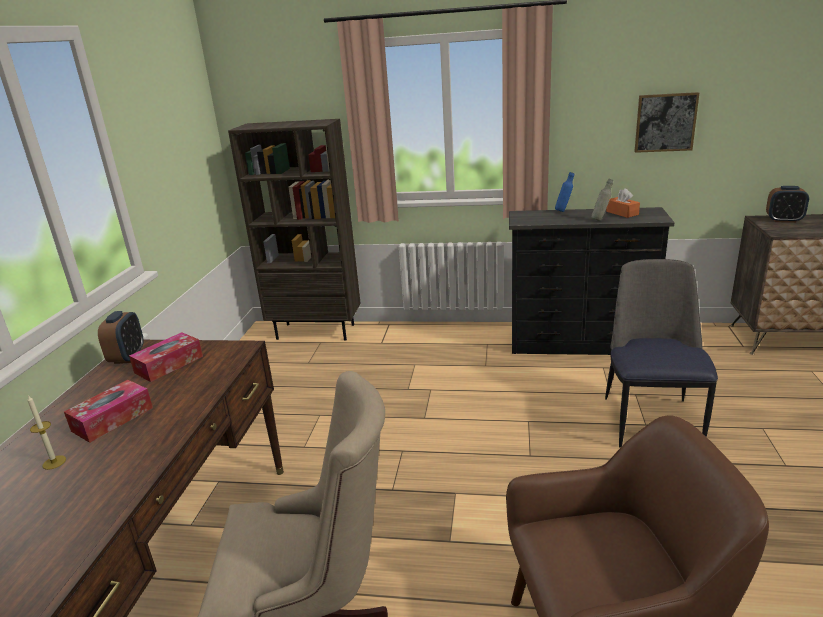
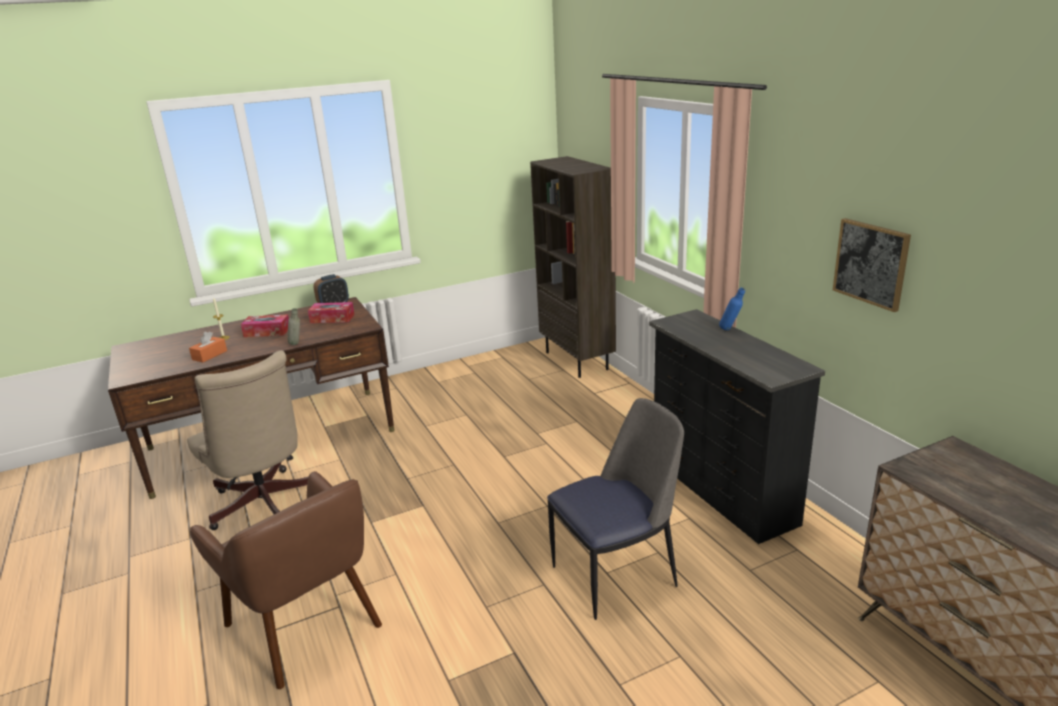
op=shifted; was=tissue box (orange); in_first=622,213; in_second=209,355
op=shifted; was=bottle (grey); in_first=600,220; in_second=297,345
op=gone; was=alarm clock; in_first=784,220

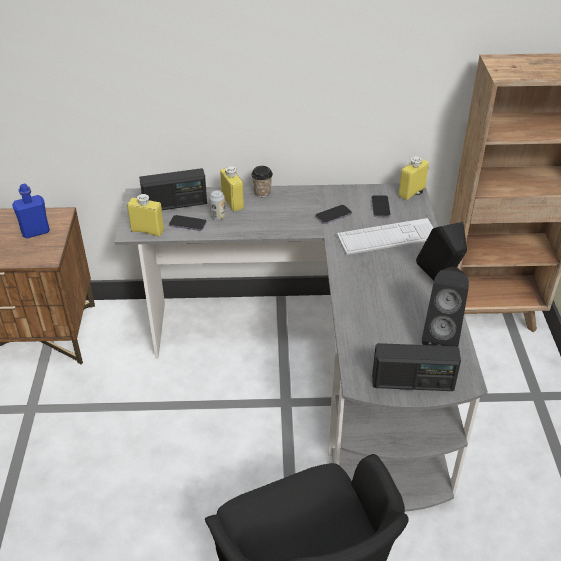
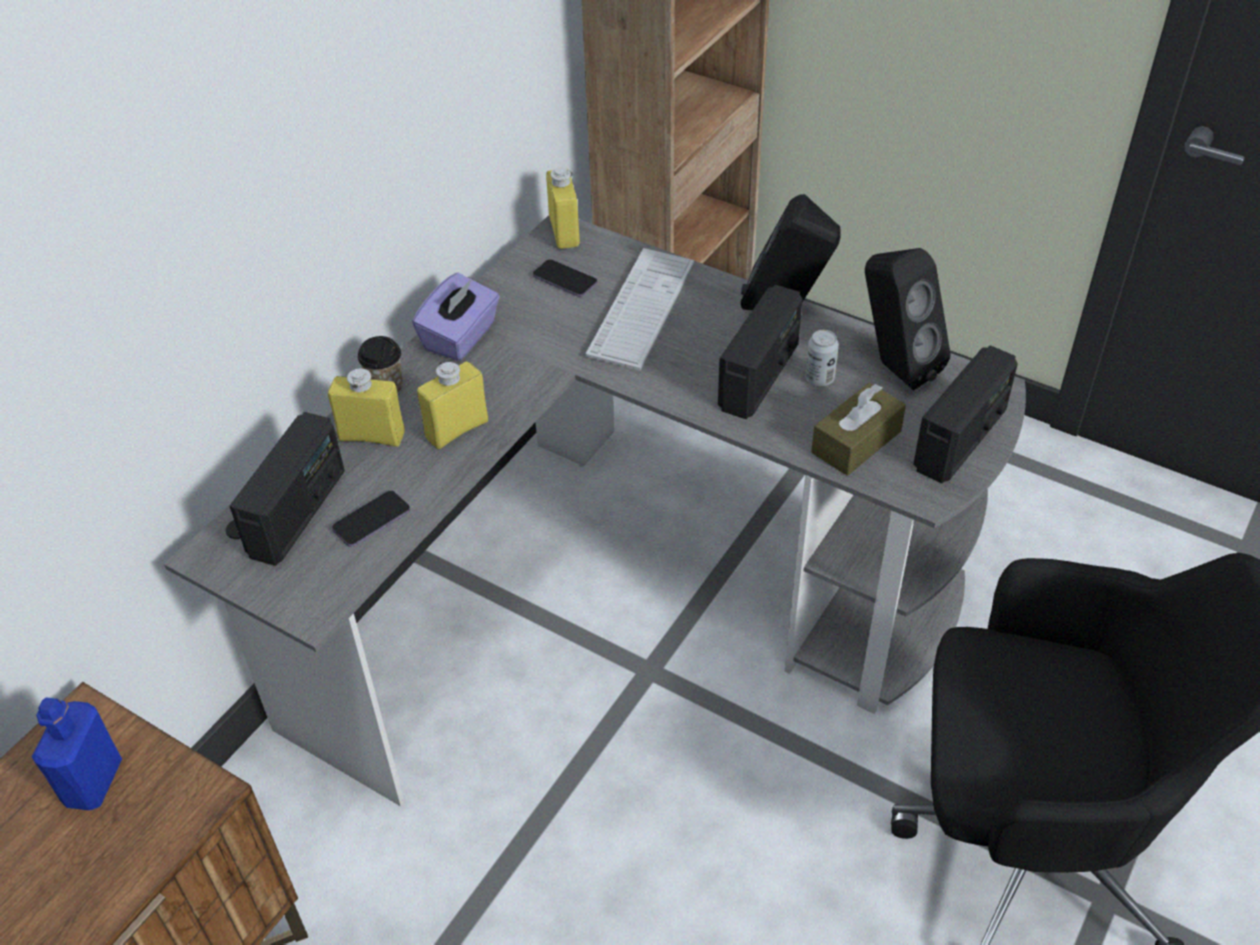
op=new; now=tissue box (purple); in_second=461,337
op=shifted; was=bottle (yellow); in_first=147,230; in_second=457,429
op=new; now=radio; in_second=759,377
op=shifted; was=can; in_first=218,216; in_second=819,379
op=new; now=tissue box (brown); in_second=856,442
op=gone; was=phone; in_first=333,215

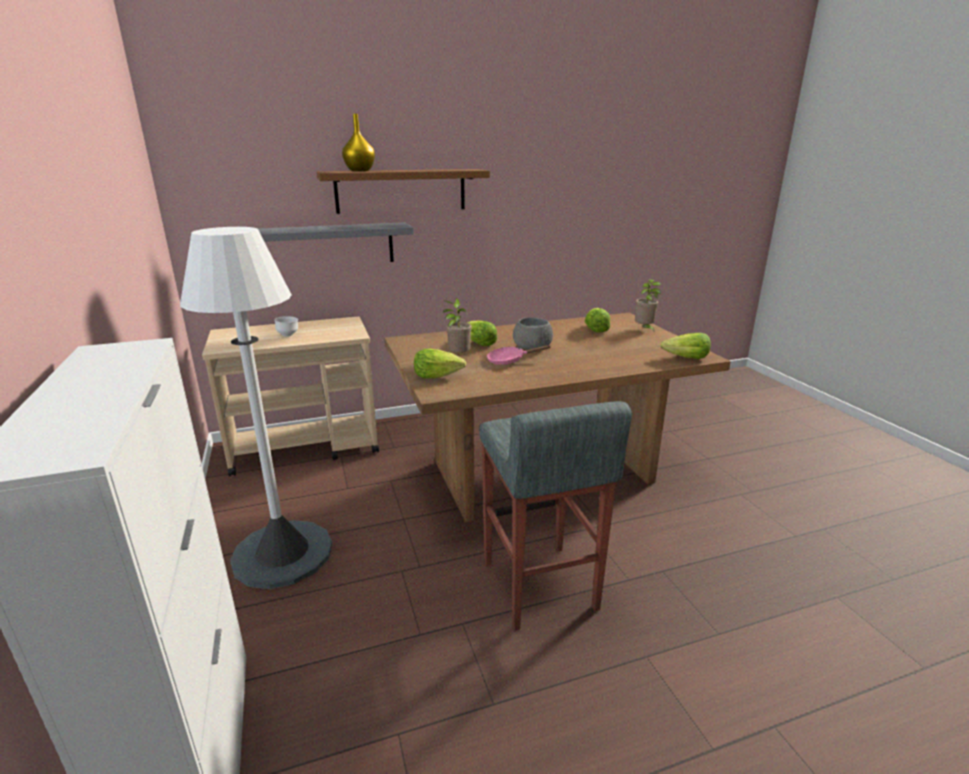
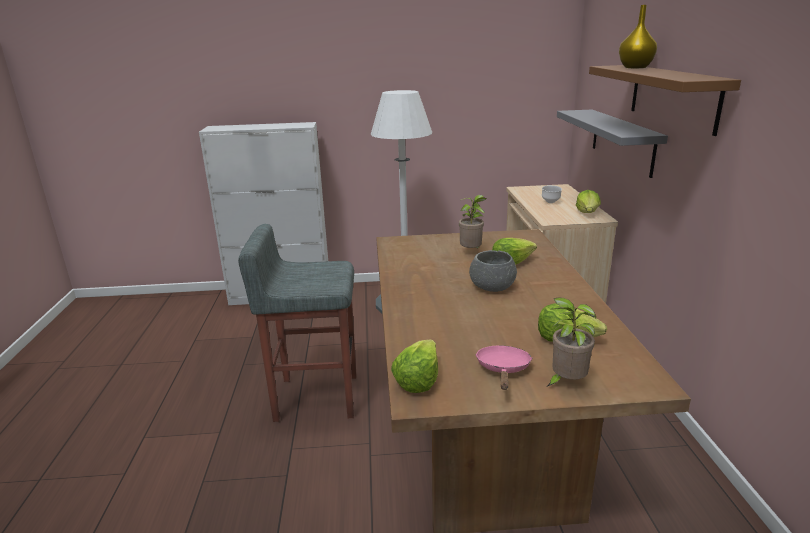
op=shifted; was=frying pan (pink); in_first=509,360; in_second=503,370
op=shifted; was=lettuce; in_first=437,376; in_second=587,213

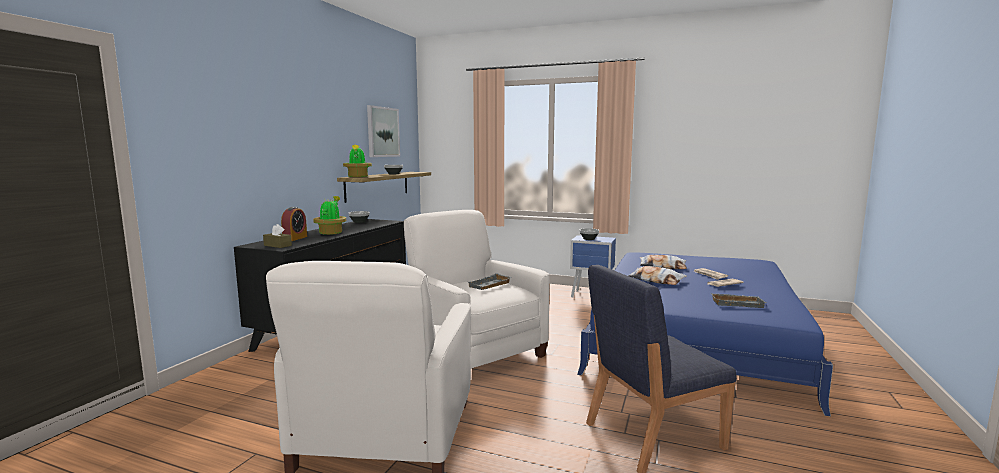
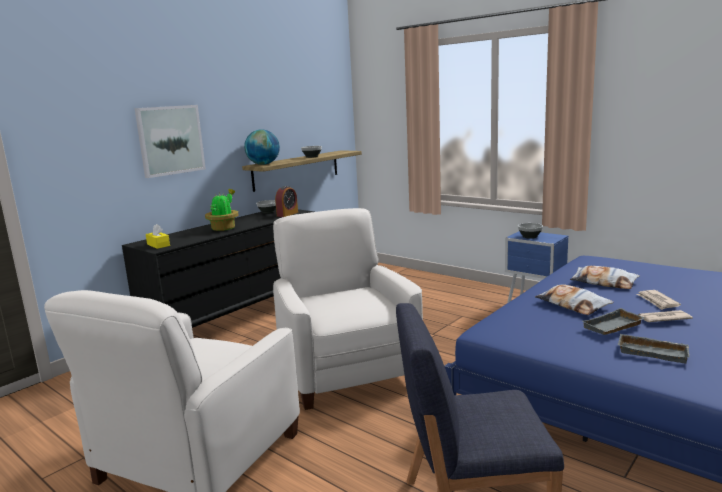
op=shifted; was=picture; in_first=382,132; in_second=170,140
op=repainted; was=tissue box (brown); now=tissue box (yellow); in_first=277,245; in_second=158,245
op=swapped; was=potted plant; now=globe; in_first=358,177; in_second=263,164
op=shifted; was=alarm clock; in_first=295,238; in_second=287,214
op=shifted; was=tray (grey); in_first=490,285; in_second=613,327

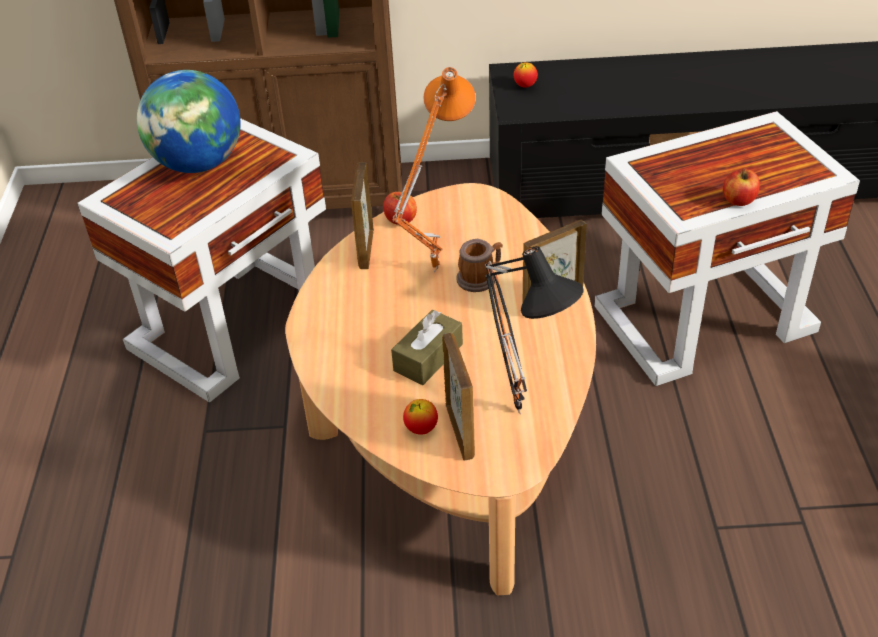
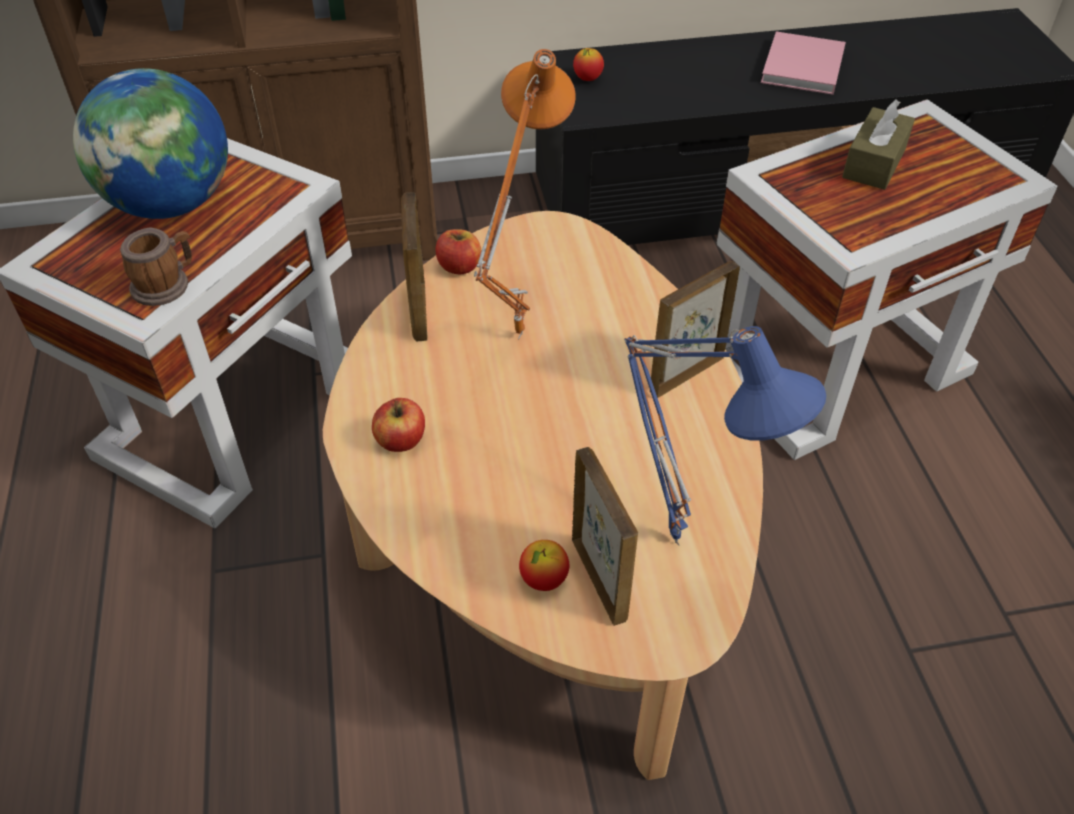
op=shifted; was=mug; in_first=480,278; in_second=166,285
op=shifted; was=apple; in_first=739,200; in_second=401,440
op=repainted; was=table lamp (black); now=table lamp (blue); in_first=522,409; in_second=680,537
op=new; now=book (pink); in_second=802,68
op=shifted; was=tissue box (brown); in_first=428,357; in_second=874,163

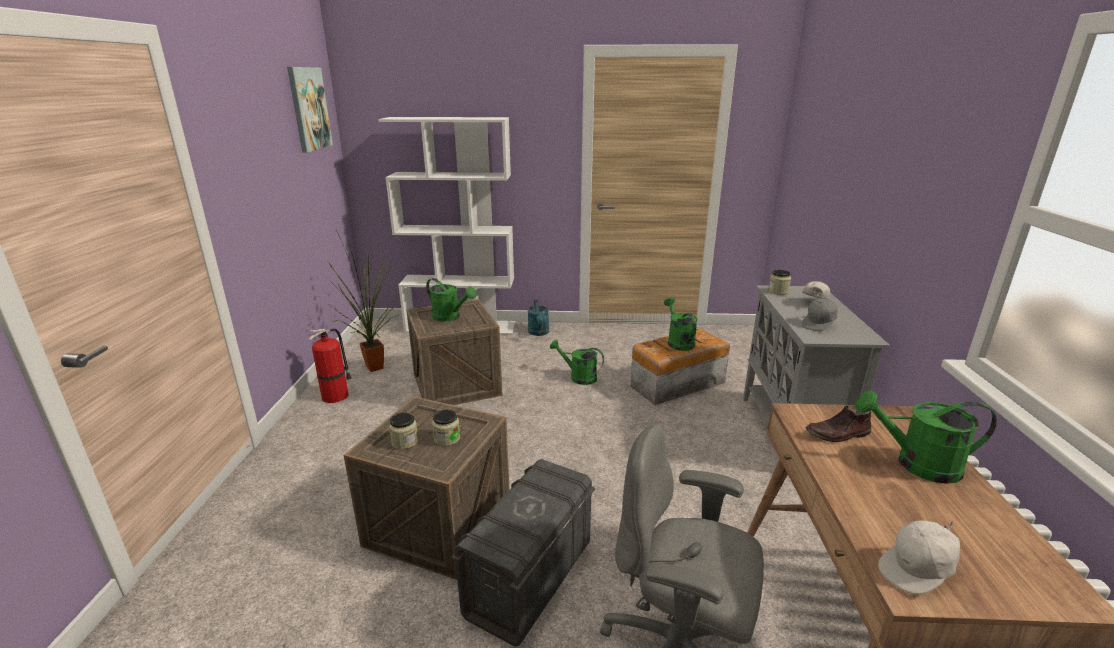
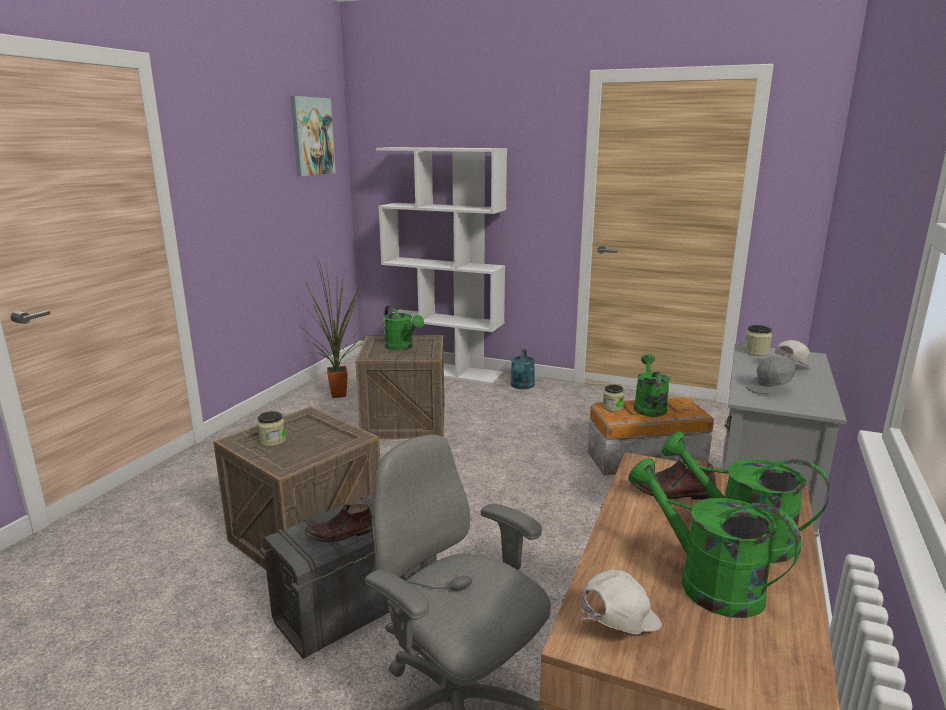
op=new; now=shoe (brown); in_second=340,534
op=rotated; was=cap (white); in_first=917,571; in_second=616,626; clockwise=150
op=shifted; was=jar; in_first=447,439; in_second=612,407
op=shifted; was=watering can (green); in_first=578,377; in_second=706,582
op=gone; was=fire extinguisher; in_first=336,395

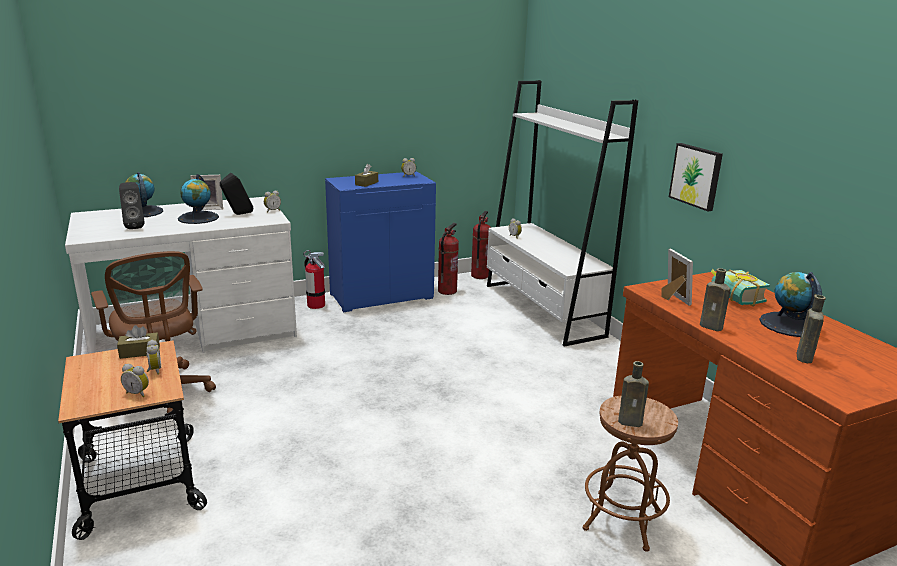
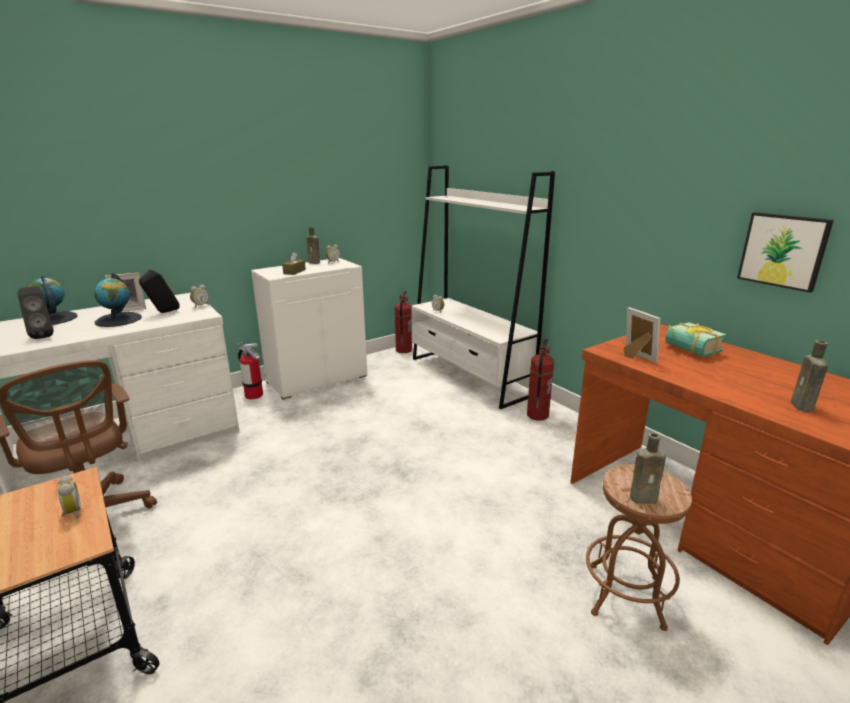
op=repainted; was=cabinet (blue); now=cabinet (white); in_first=381,296; in_second=317,379
op=shifted; was=bottle (brown); in_first=712,327; in_second=315,263
op=shifted; was=fire extinguisher; in_first=447,291; in_second=537,415
op=shifted; was=picture; in_first=696,176; in_second=783,250
op=gone; was=tissue box (brown); in_first=140,352
op=gone; was=alarm clock; in_first=138,393
op=gone; was=globe; in_first=788,325

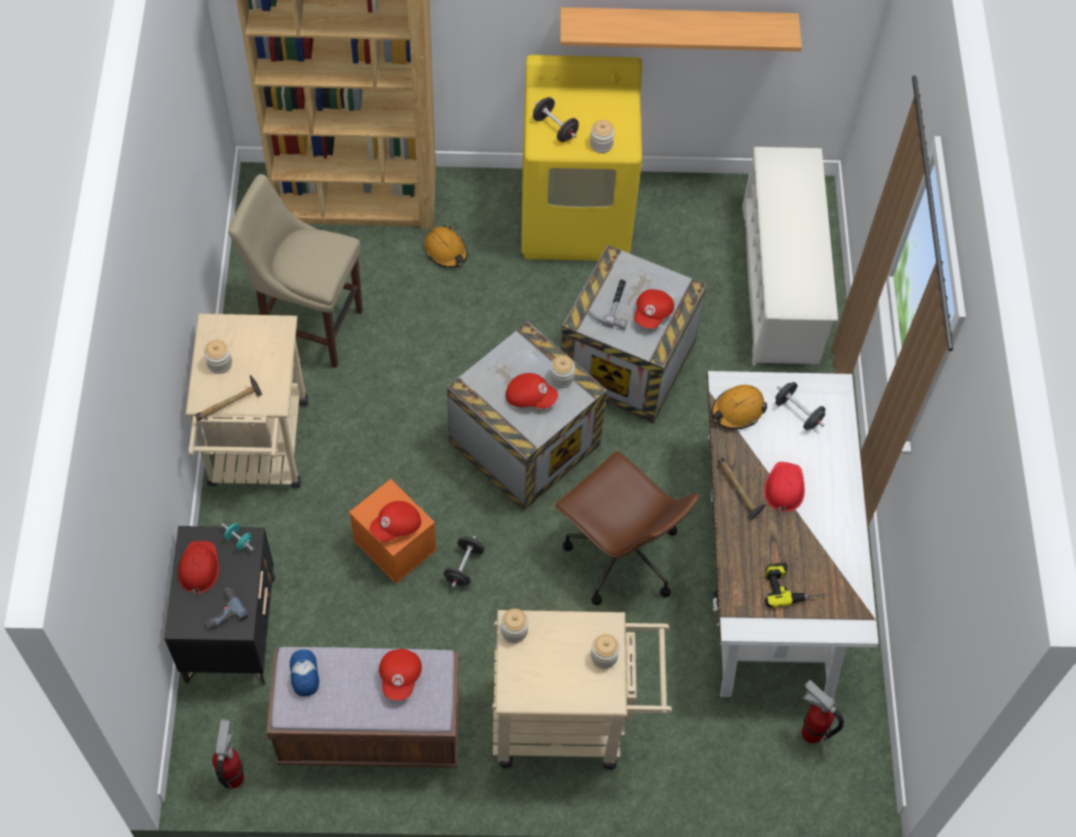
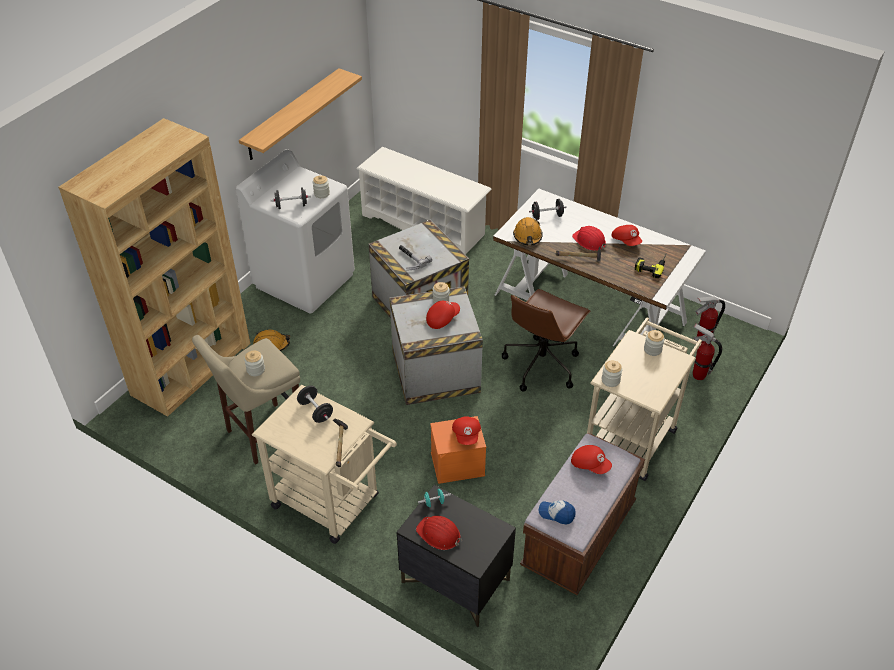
op=repainted; was=washing machine (yellow); now=washing machine (white); in_first=576,218; in_second=305,280
op=shifted; was=jar; in_first=219,363; in_second=255,370
op=shifted; was=dumbbell (black); in_first=464,567; in_second=315,411
op=rotated; was=office chair (brown); in_first=620,555; in_second=541,364; clockwise=135
op=shifted; was=cap (red); in_first=653,314; in_second=626,241
op=shifted; was=fire extinguisher; in_first=233,778; in_second=698,375
op=gone; was=power drill; in_first=222,612

